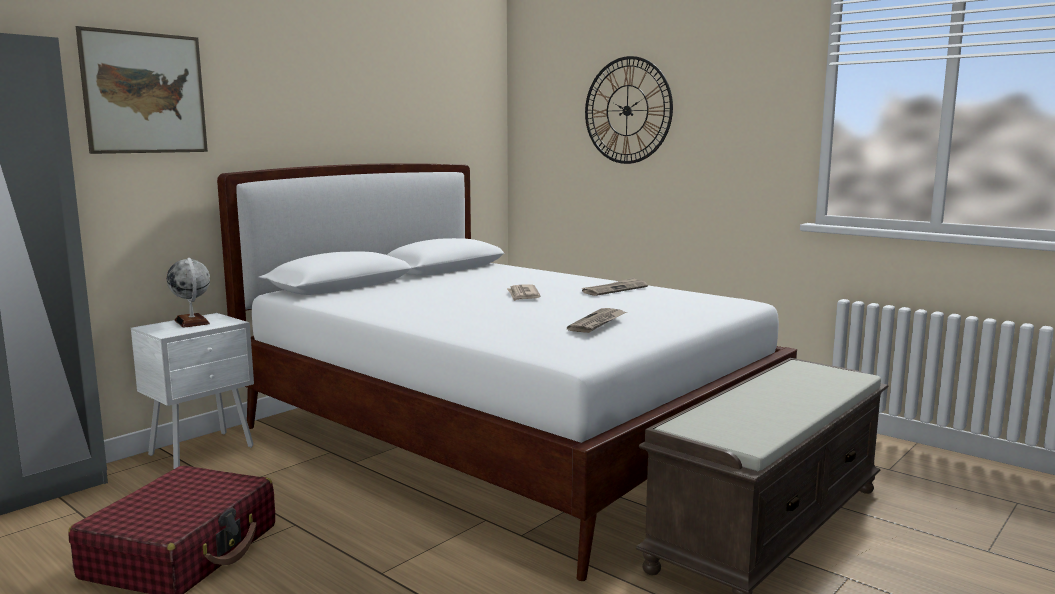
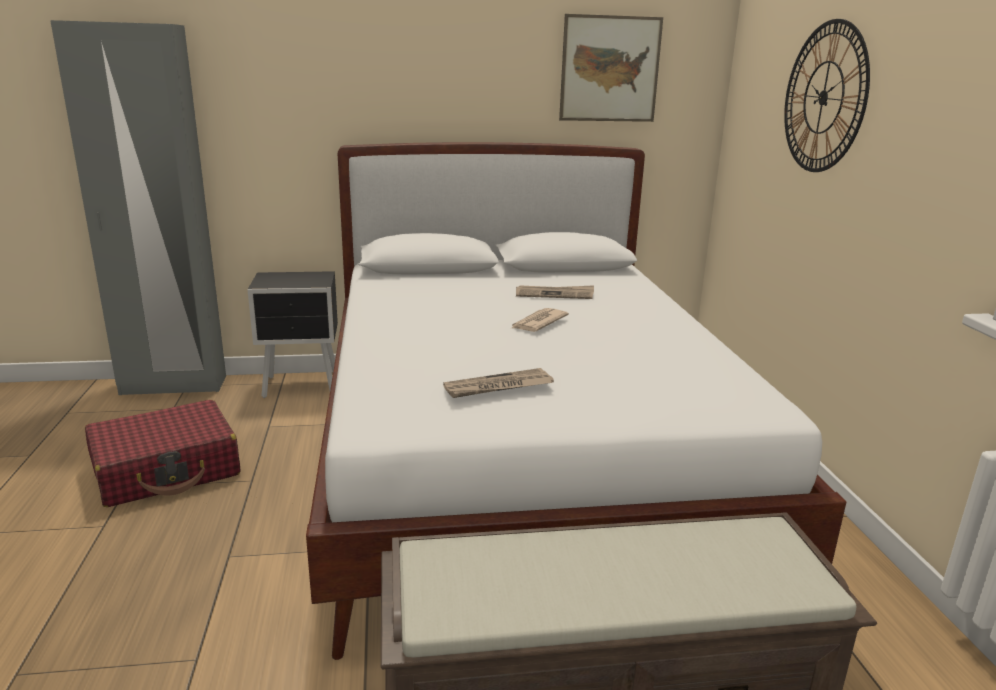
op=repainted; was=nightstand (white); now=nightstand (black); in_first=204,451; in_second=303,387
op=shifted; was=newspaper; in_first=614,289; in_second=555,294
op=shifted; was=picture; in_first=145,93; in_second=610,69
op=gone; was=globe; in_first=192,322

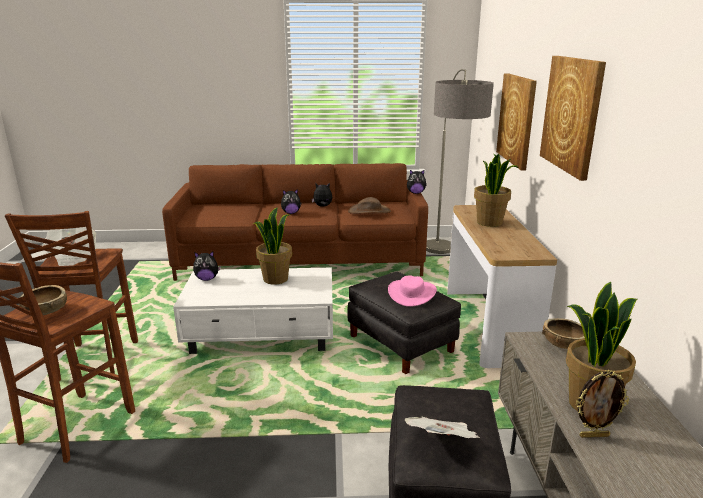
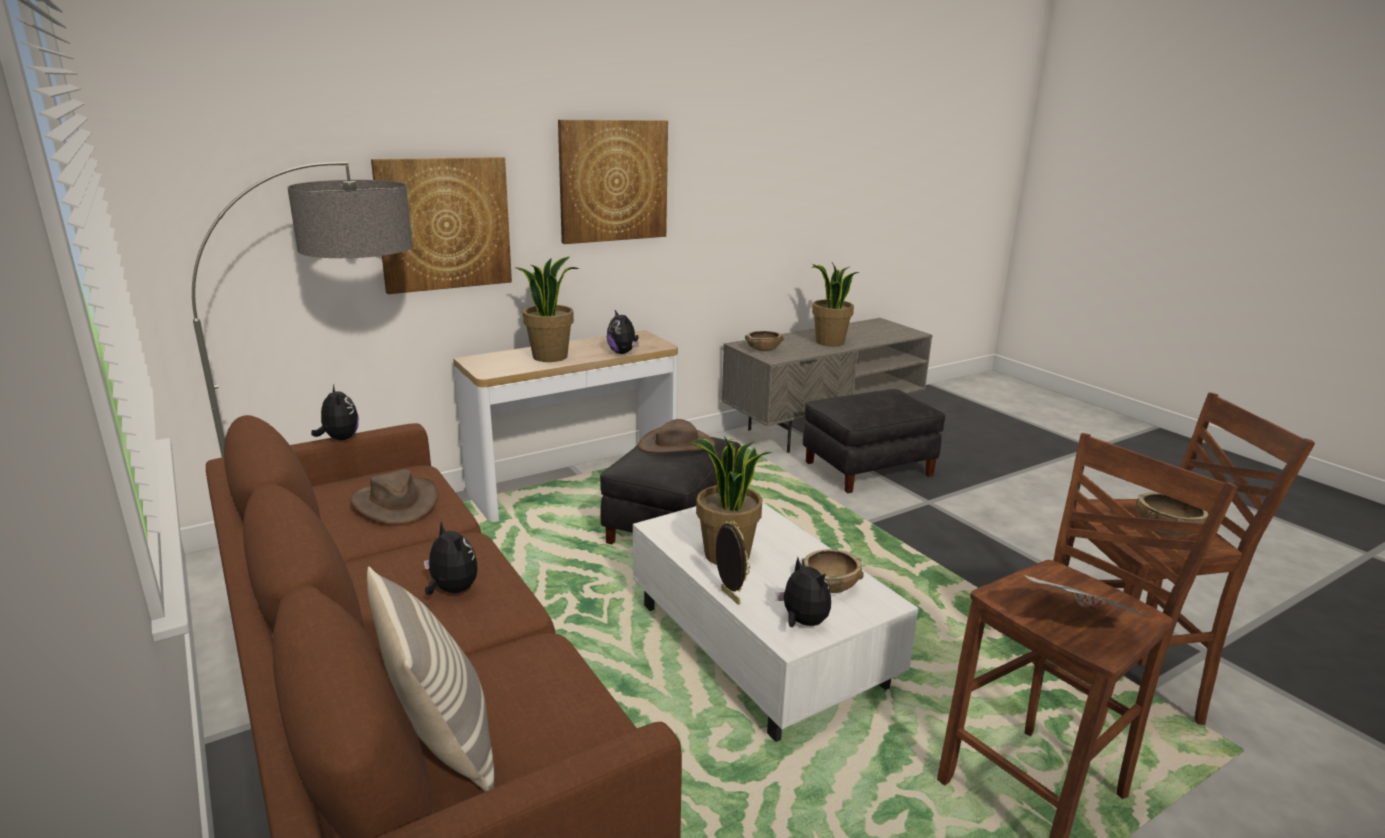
op=new; now=pillow; in_second=442,743
op=shifted; was=plush toy; in_first=322,206; in_second=623,353
op=repainted; was=hat (pink); now=hat (brown); in_first=412,293; in_second=677,445
op=shifted; was=picture frame; in_first=594,435; in_second=729,597
op=new; now=bowl (brown); in_second=830,585
op=gone; was=newspaper; in_first=442,442

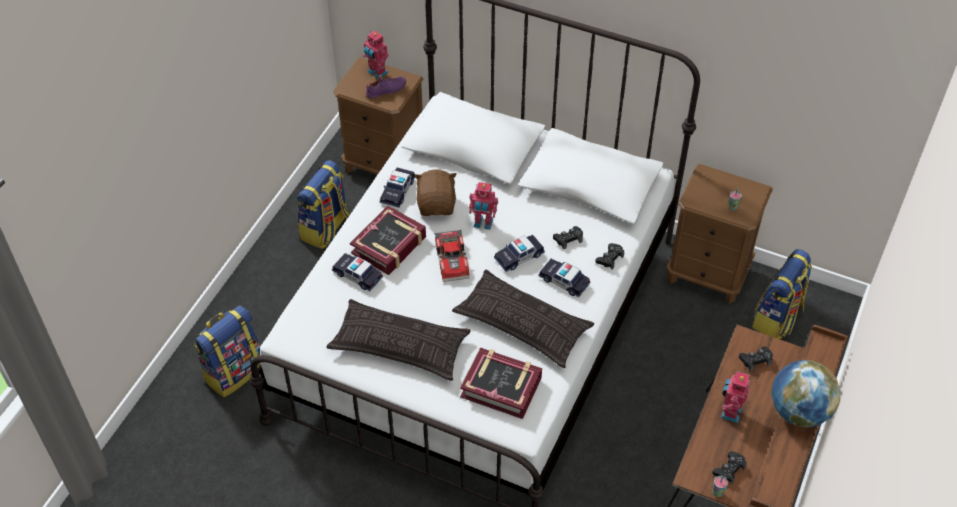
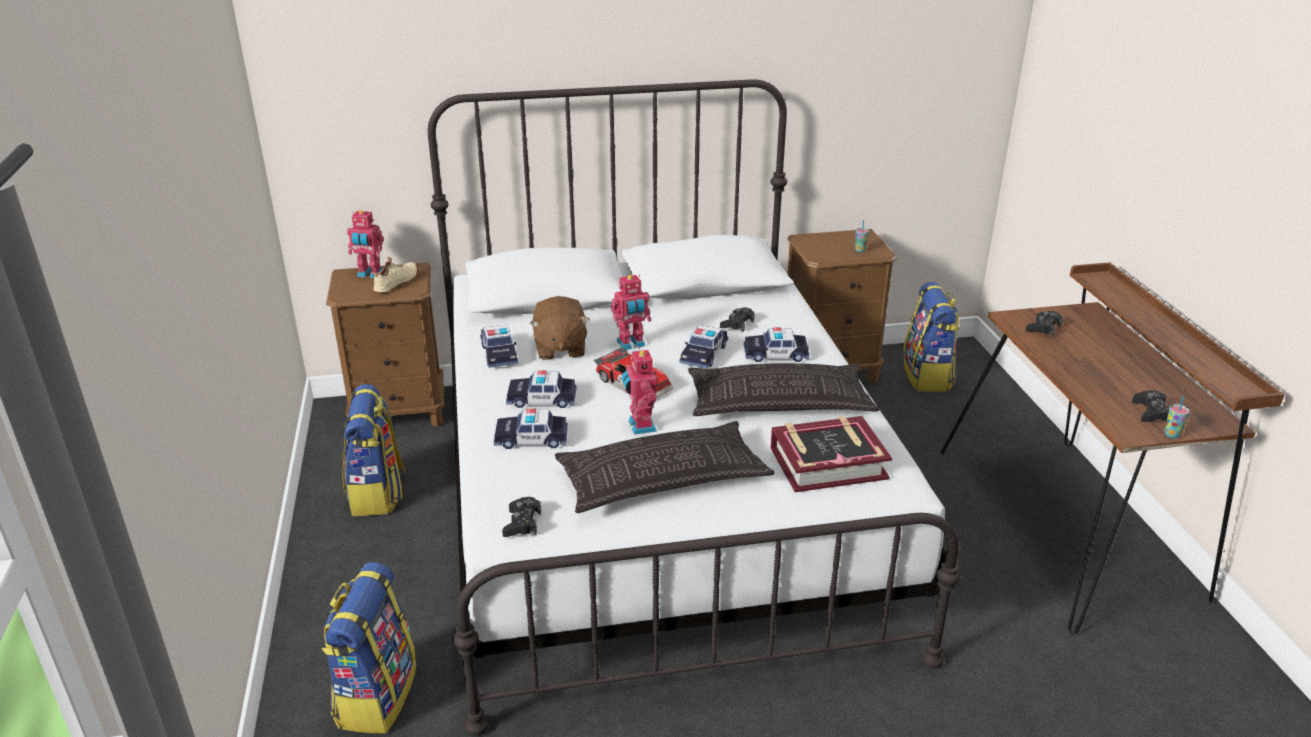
op=repainted; was=shoe (purple); now=shoe (beige); in_first=386,91; in_second=397,283
op=shifted; was=game controller (black); in_first=610,258; in_second=522,523
op=swapped; was=book; now=toy car; in_first=389,245; in_second=542,399
op=rotated; was=plush toy (brown); in_first=437,205; in_second=560,348; clockwise=-150
op=shifted; was=toy robot; in_first=729,412; in_second=640,426
op=gone; was=globe; in_first=798,411

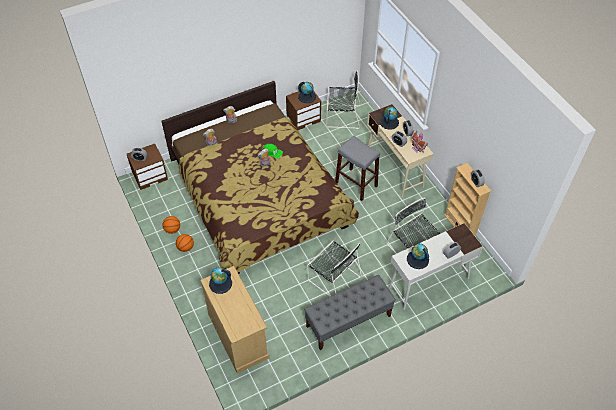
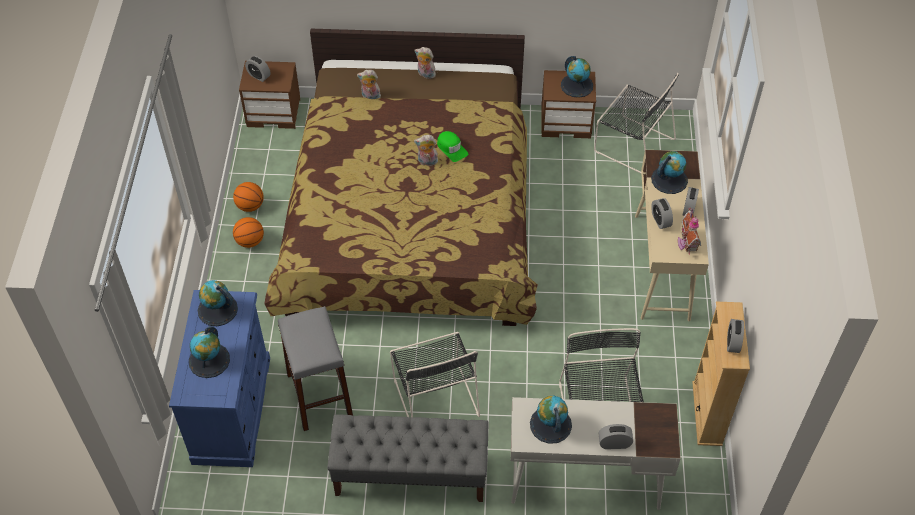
op=repainted; was=dresser (beige); now=dresser (blue); in_first=238,335; in_second=232,409
op=new; now=globe; in_second=209,360
op=shifted; was=stool (grey); in_first=356,184; in_second=319,395

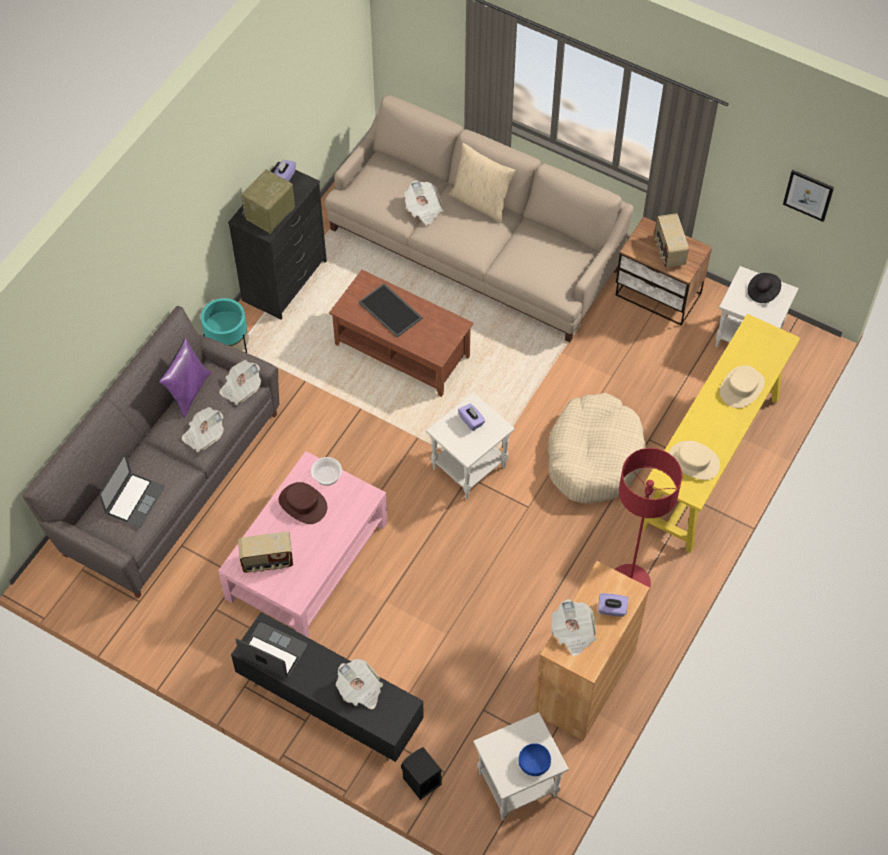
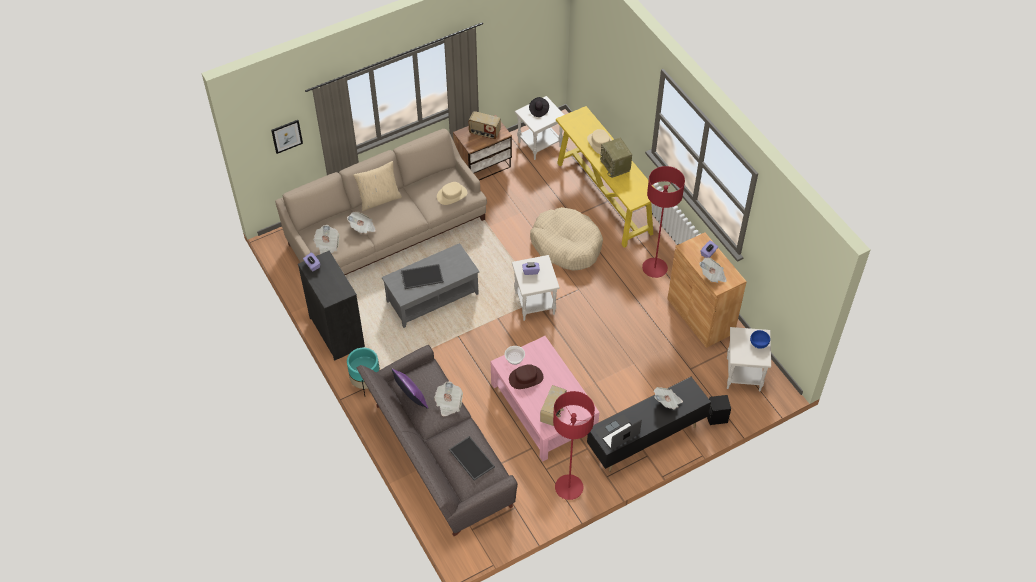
op=shifted; was=picture; in_first=808,195; in_second=286,136
op=shifted; was=newspaper; in_first=241,389; in_second=327,245
op=repainted; was=coffee table (brown); now=coffee table (grey); in_first=403,350; in_second=432,297
op=shifted; was=hat (beige); in_first=693,462; in_second=452,195
op=swapped; was=laptop; now=tray; in_first=135,500; in_second=470,458
op=new; now=floor lamp (red); in_second=569,488
op=shifted; was=radio; in_first=270,214; in_second=615,166

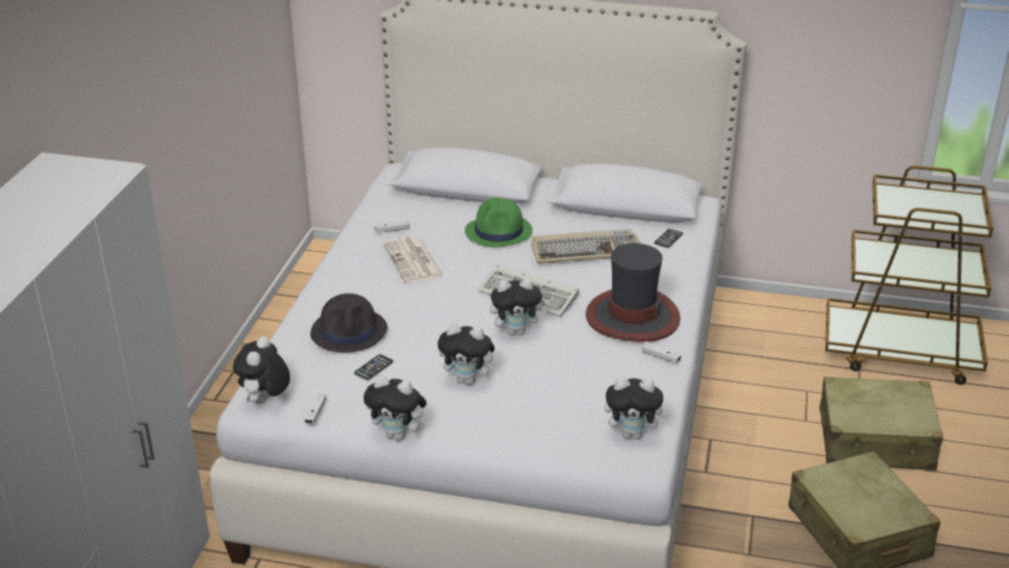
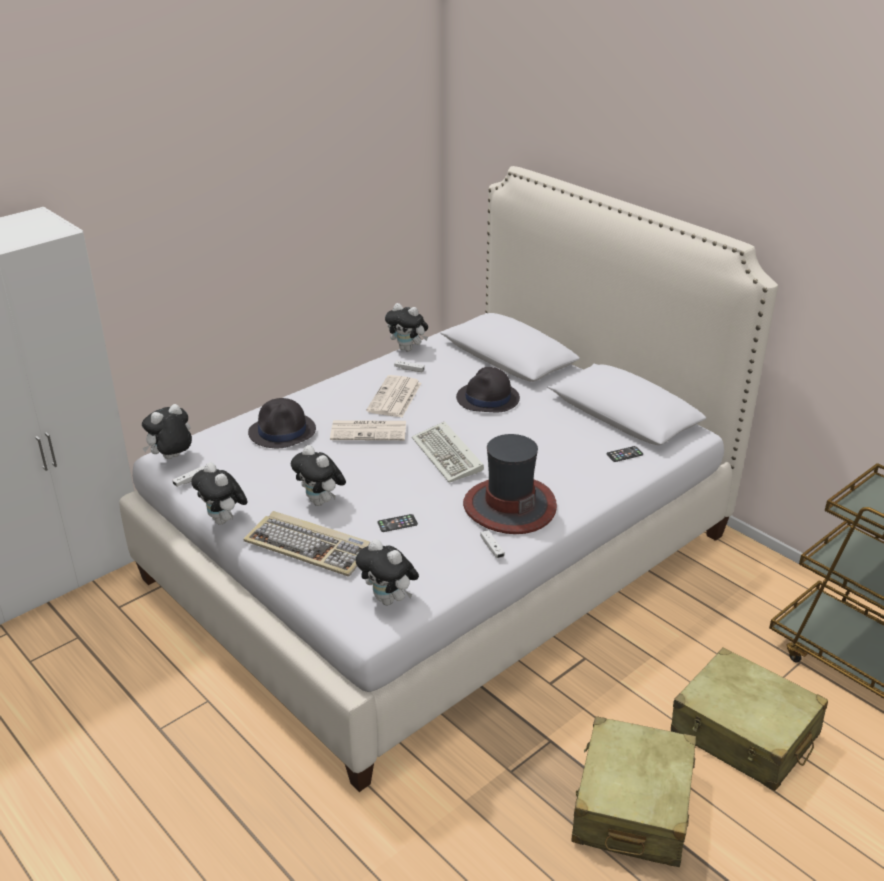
op=shifted; was=keyboard; in_first=587,250; in_second=310,547
op=new; now=newspaper; in_second=369,431
op=shifted; was=phone; in_first=373,367; in_second=397,523
op=shifted; was=plush toy; in_first=516,331; in_second=408,349
op=repainted; was=hat (green); now=hat (black); in_first=499,232; in_second=488,399

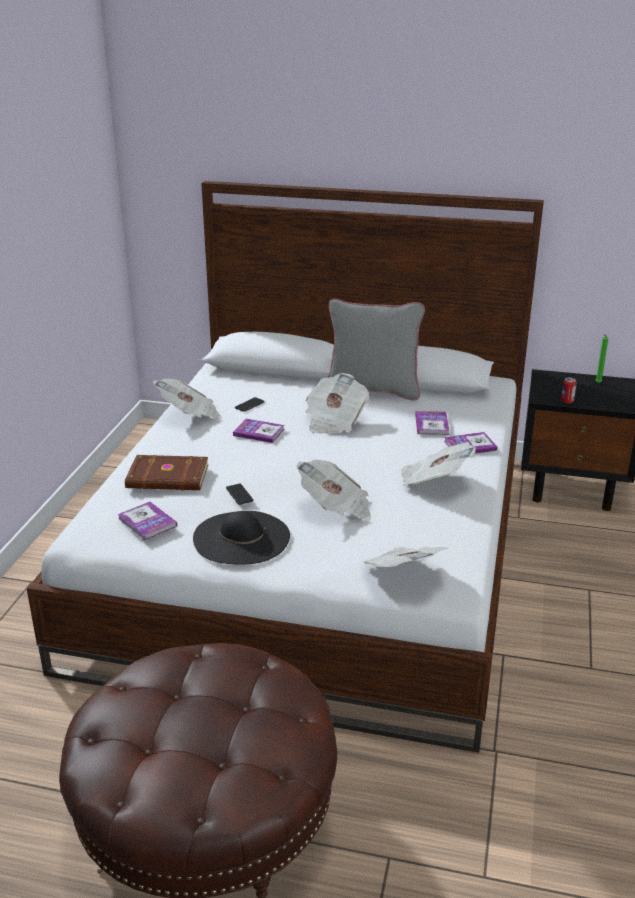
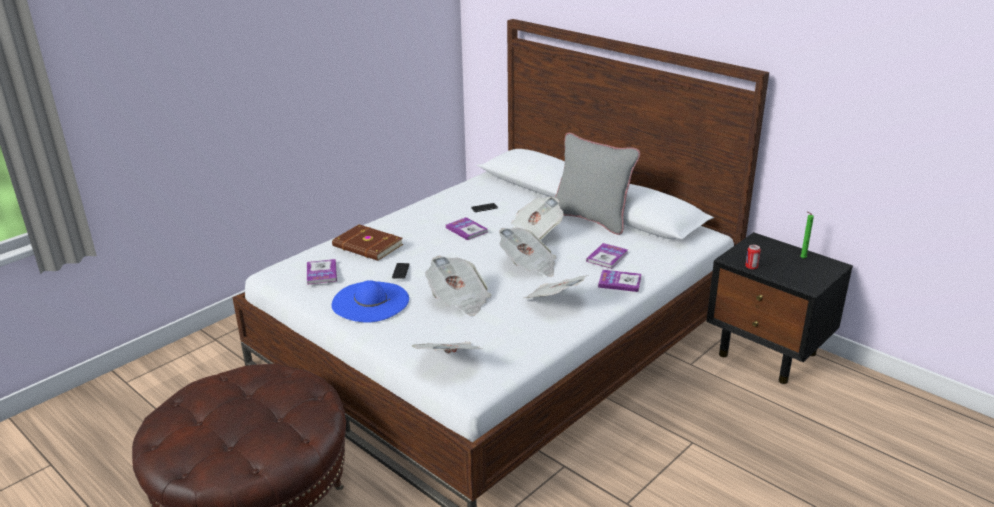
op=repainted; was=hat (black); now=hat (blue); in_first=241,537; in_second=370,301
op=shifted; was=newspaper; in_first=190,415; in_second=528,266

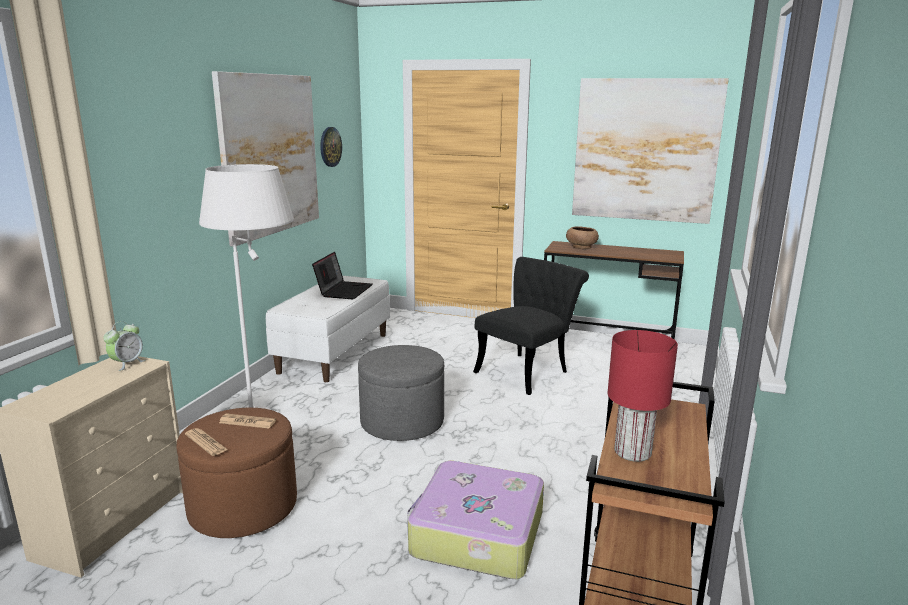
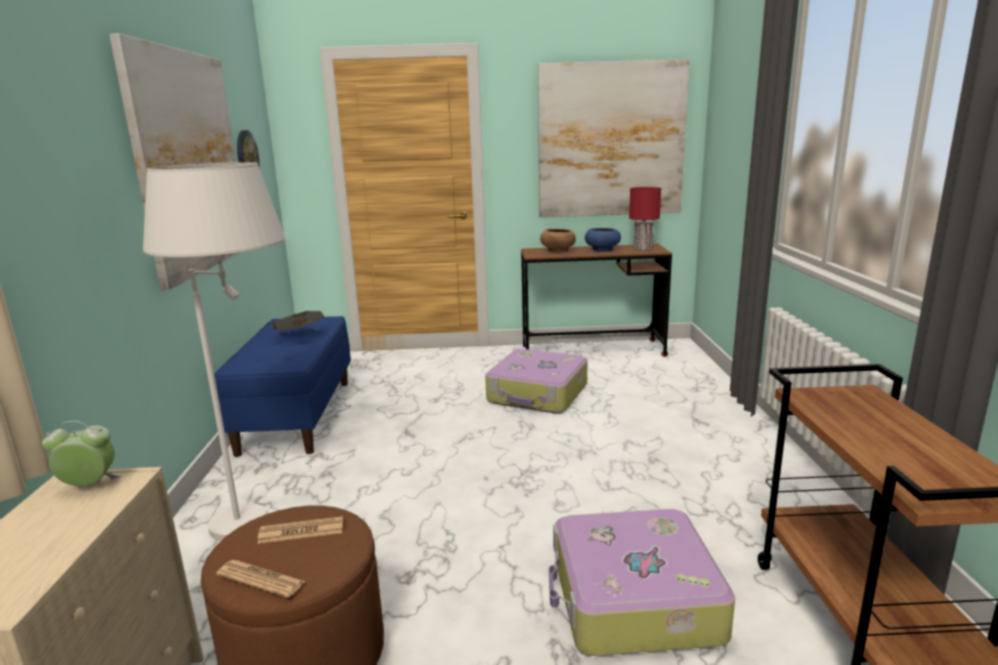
op=rotated; was=alarm clock; in_first=127,364; in_second=89,485; clockwise=-105
op=repainted; was=bench (white); now=bench (blue); in_first=334,353; in_second=296,415
op=swapped; was=laptop; now=newspaper; in_first=344,290; in_second=299,335
op=swapped; was=chair (black); now=suitcase; in_first=527,371; in_second=538,394
op=new; now=bowl (blue); in_second=602,250
op=shifted; was=table lamp (red); in_first=632,452; in_second=642,249
op=gone; was=ottoman (grey); in_first=402,422

